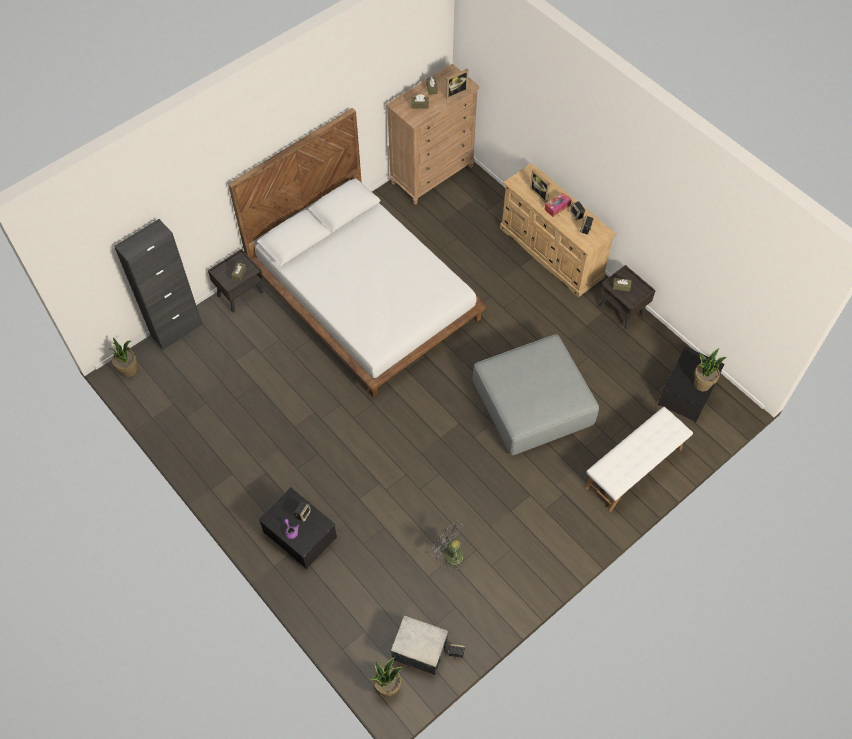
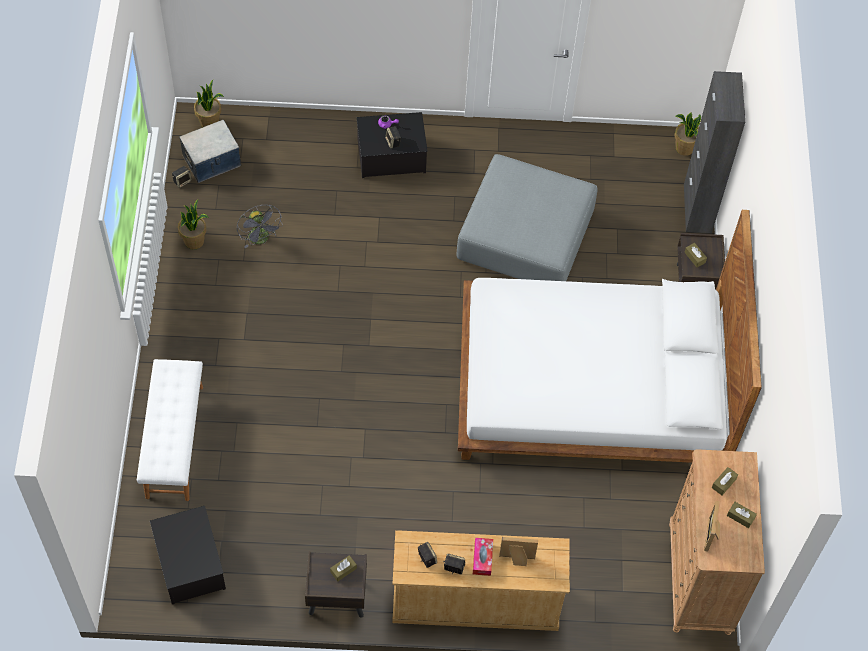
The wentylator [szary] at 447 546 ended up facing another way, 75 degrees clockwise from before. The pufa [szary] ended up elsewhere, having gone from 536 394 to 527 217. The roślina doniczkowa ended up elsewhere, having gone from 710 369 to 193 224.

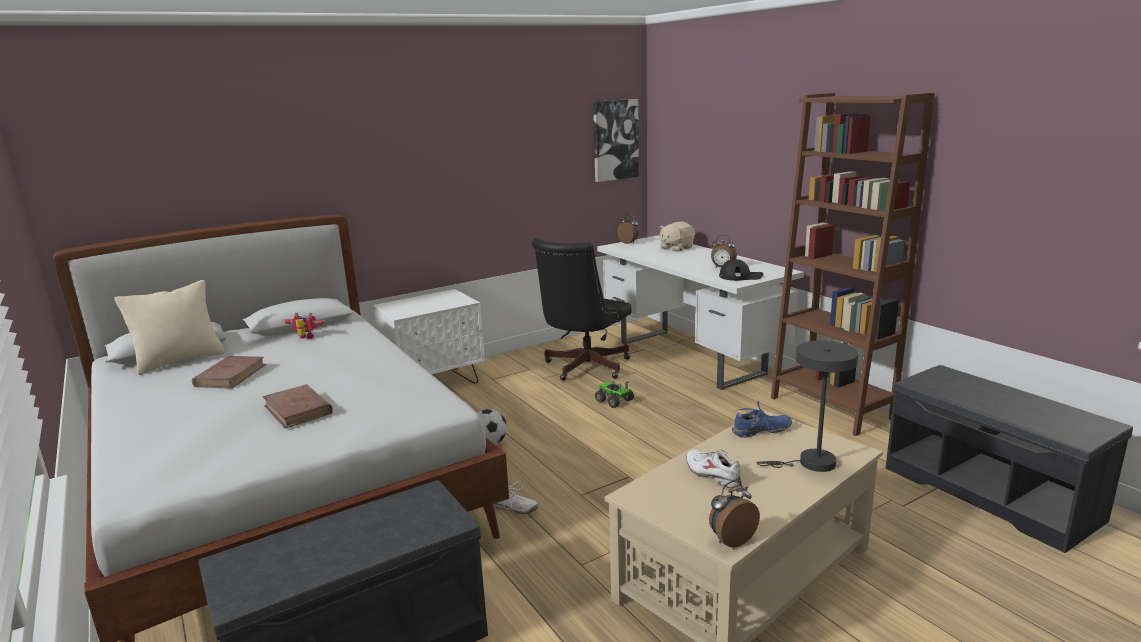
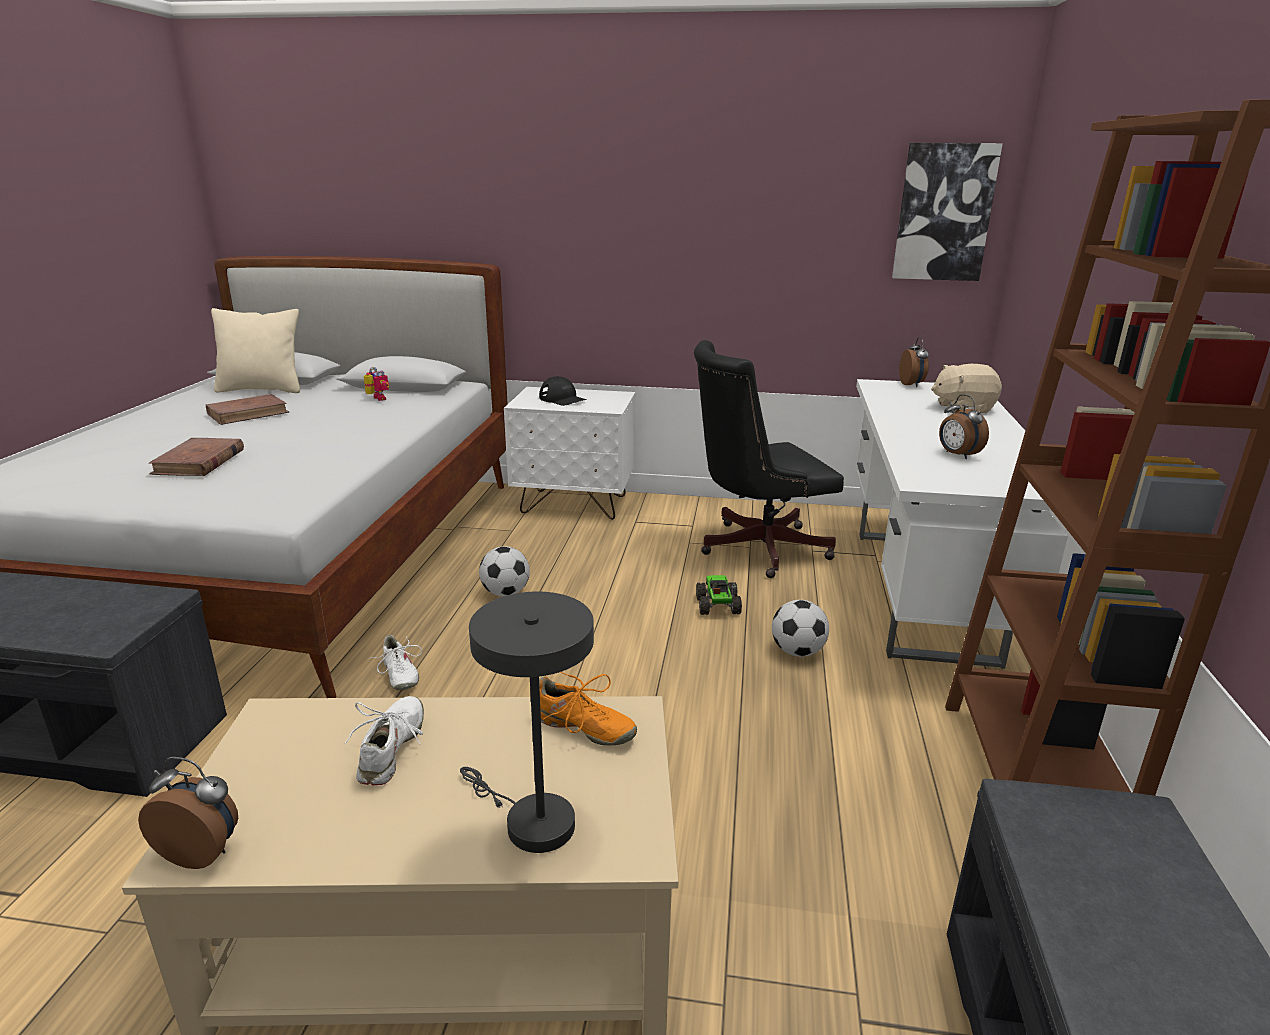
The czapka z daszkiem [czarny] ended up elsewhere, having gone from 741 270 to 563 391. What was the but [niebieski] at 762 419 turned into the but [pomarańczowy] at 588 709. The second view gained the piłka futbolowa at 800 628.

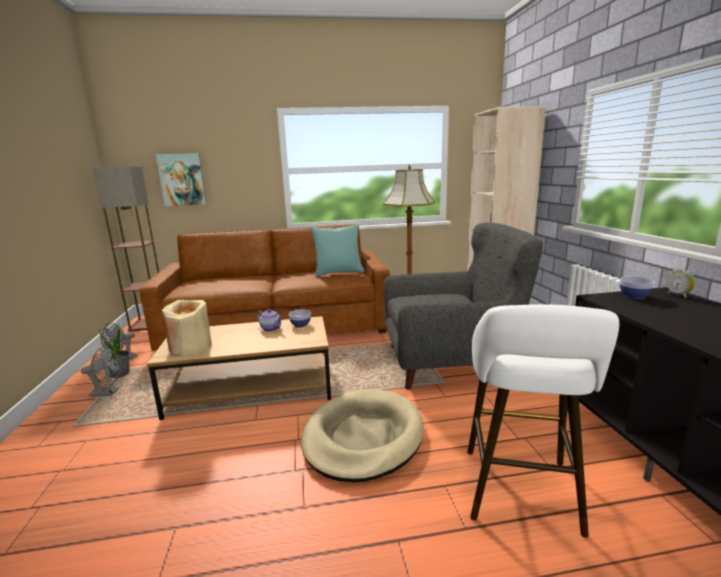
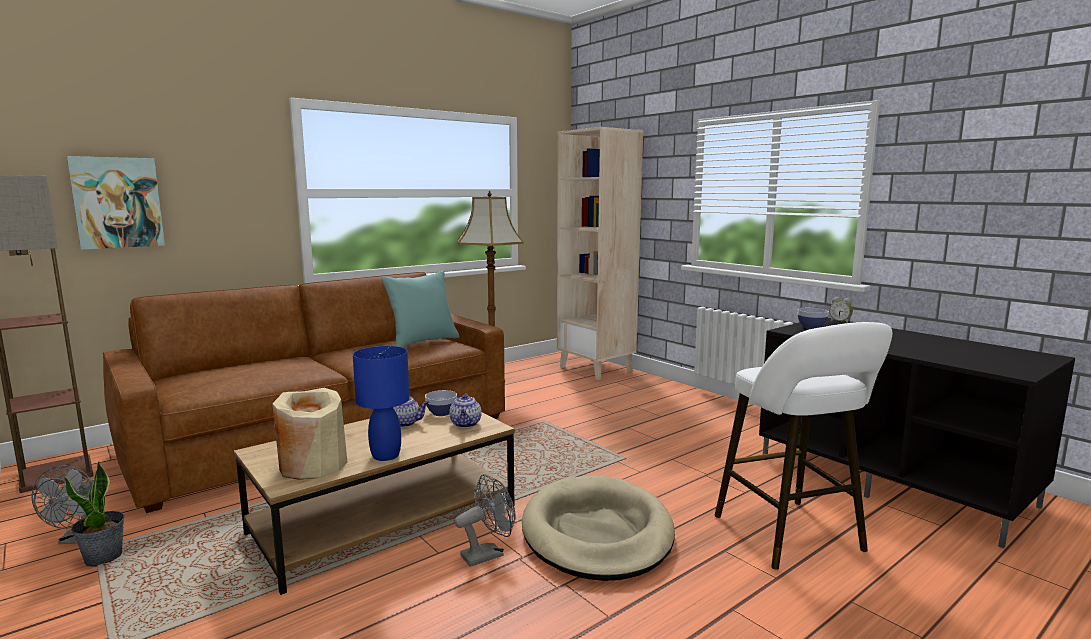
The wentylator [szary] ended up elsewhere, having gone from 101 372 to 485 520. The second view lost the fotel [szary] at 463 306. The second view gained the lampa stołowa [niebieski] at 381 403. The second view gained the imbryk at 465 411.

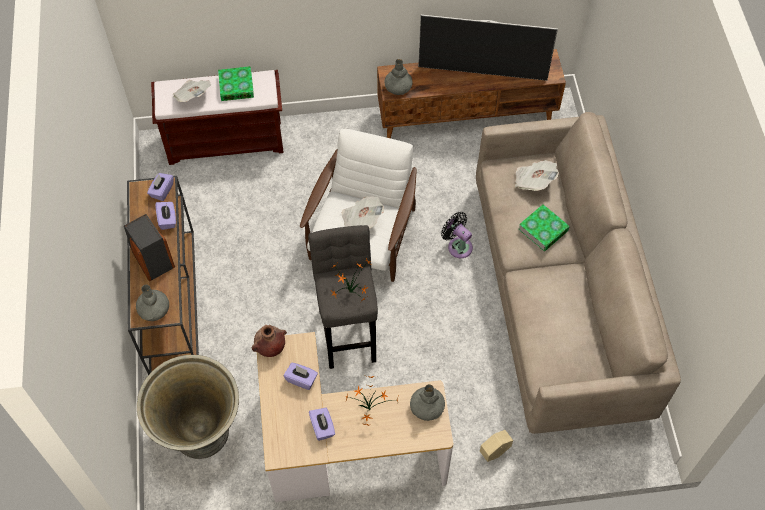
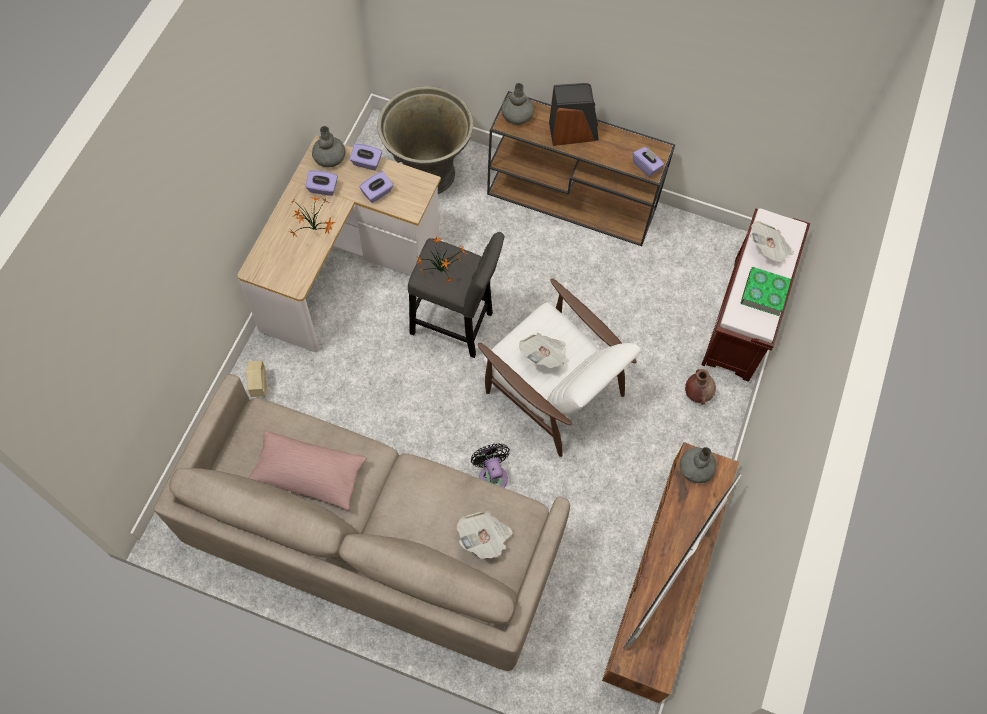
The pudełko chusteczek [fioletowy] ended up elsewhere, having gone from 166 216 to 366 157. The wazon [brązowy] ended up elsewhere, having gone from 269 341 to 700 387. The wazon [szary] ended up elsewhere, having gone from 427 402 to 329 146. The wentylator [czarny] at 457 235 ended up facing another way, 90 degrees counterclockwise from before. The second view lost the książka at 544 228. The second view gained the poduszka [różowy] at 307 470.

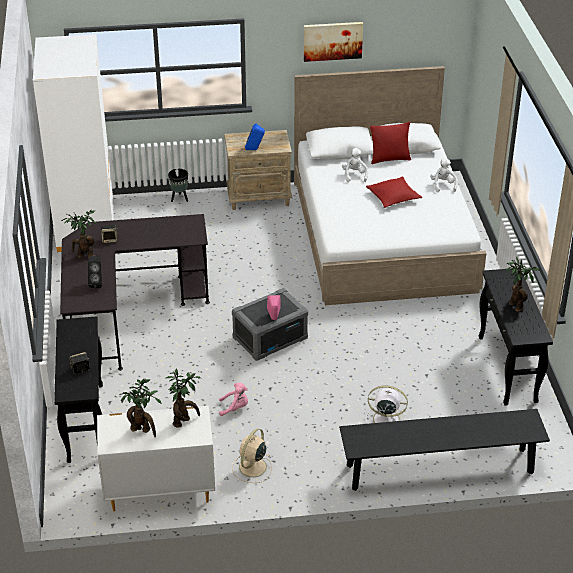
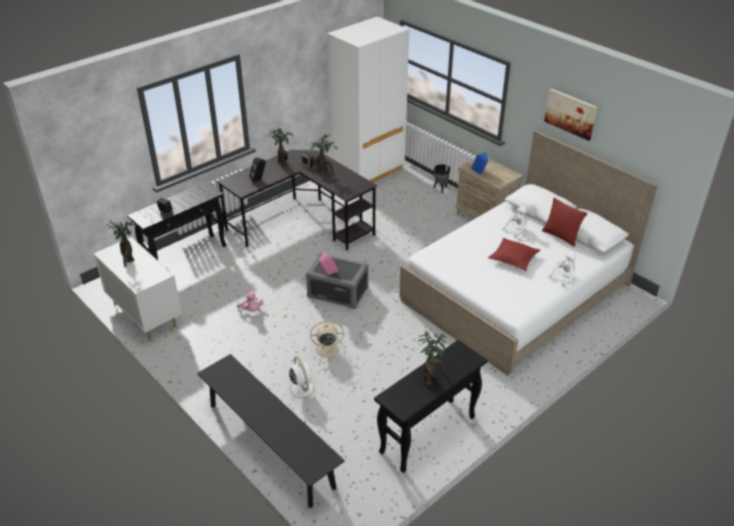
The roślina doniczkowa ended up elsewhere, having gone from 183 398 to 324 155. The wentylator [beżowy] ended up elsewhere, having gone from 252 455 to 328 341.

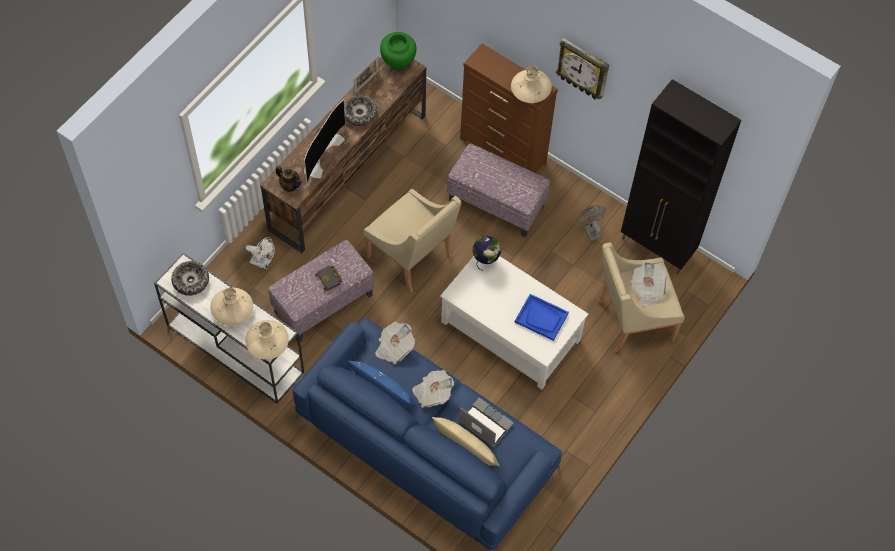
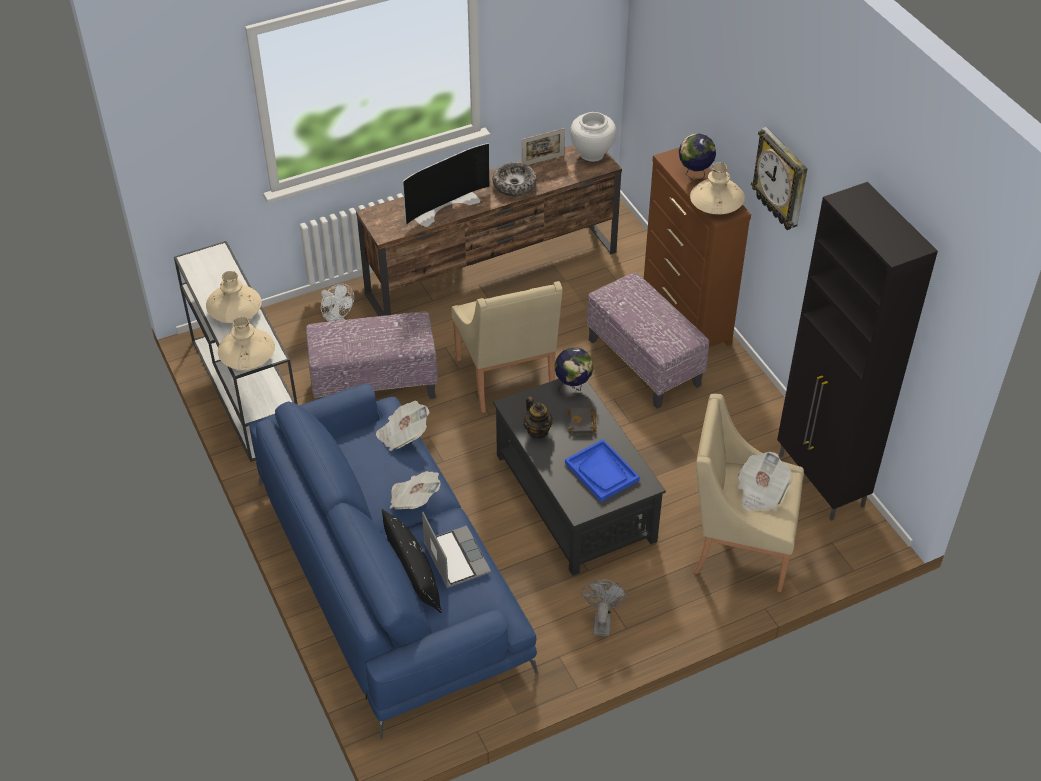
The second view lost the miska at 190 278. The imbryk ended up elsewhere, having gone from 289 179 to 538 417. The książka [czarny] ended up elsewhere, having gone from 329 278 to 581 421. The second view lost the poduszka [niebieski] at 383 384. What was the wazon [zielony] at 398 51 turned into the wazon [biały] at 593 137. What was the poduszka [beżowy] at 466 441 turned into the poduszka [czarny] at 412 561. What was the ława [biały] at 514 322 turned into the ława [czarny] at 579 477. The wentylator [szary] ended up elsewhere, having gone from 591 223 to 604 607. The second view gained the globus at 697 157.

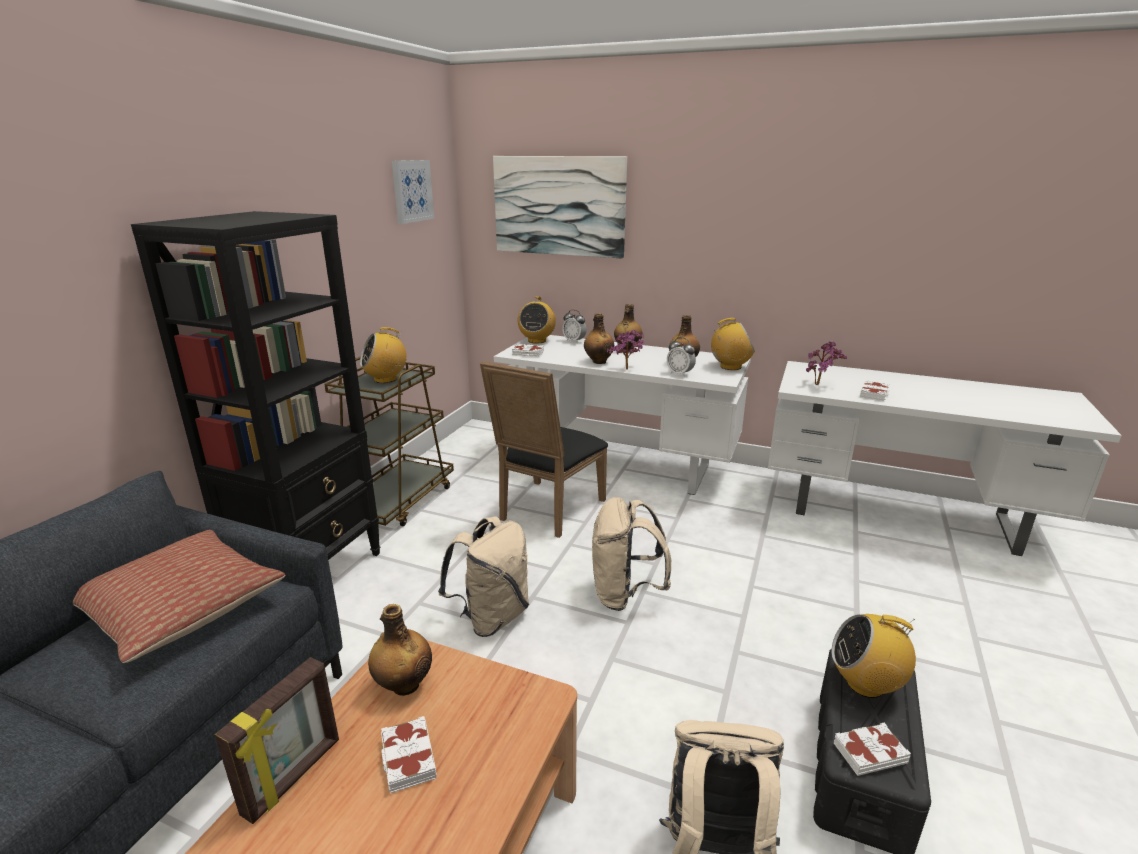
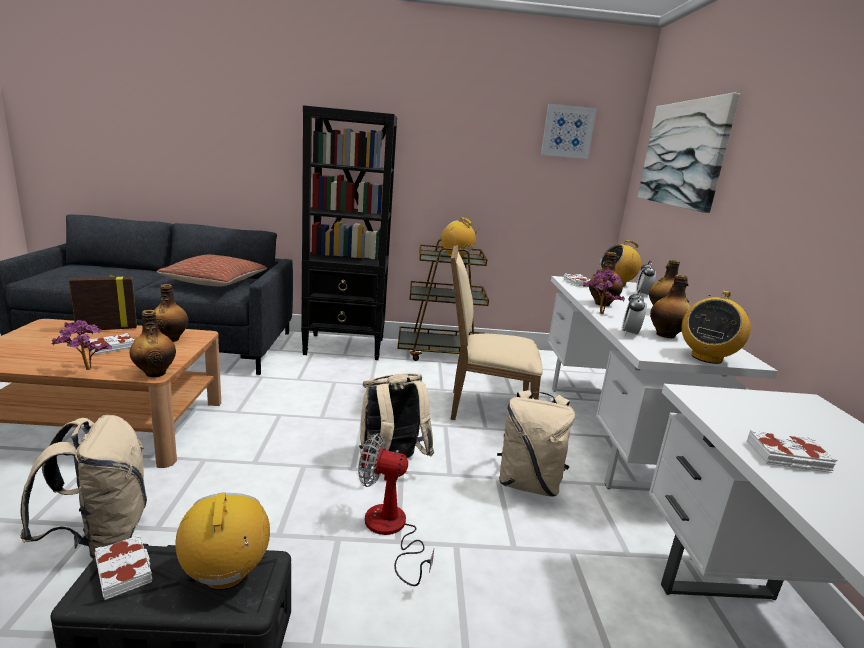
The ramka na zdjęcie at 277 740 ended up facing another way, 150 degrees clockwise from before. The plecak [beżowy] ended up elsewhere, having gone from 483 576 to 536 443. What was the krzesło [czarny] at 544 449 turned into the krzesło [beżowy] at 496 332. The radio at 733 344 ended up facing another way, 60 degrees clockwise from before. The roślina doniczkowa ended up elsewhere, having gone from 826 363 to 82 345. The second view gained the butelka at 153 343. The second view gained the wentylator at 396 509.

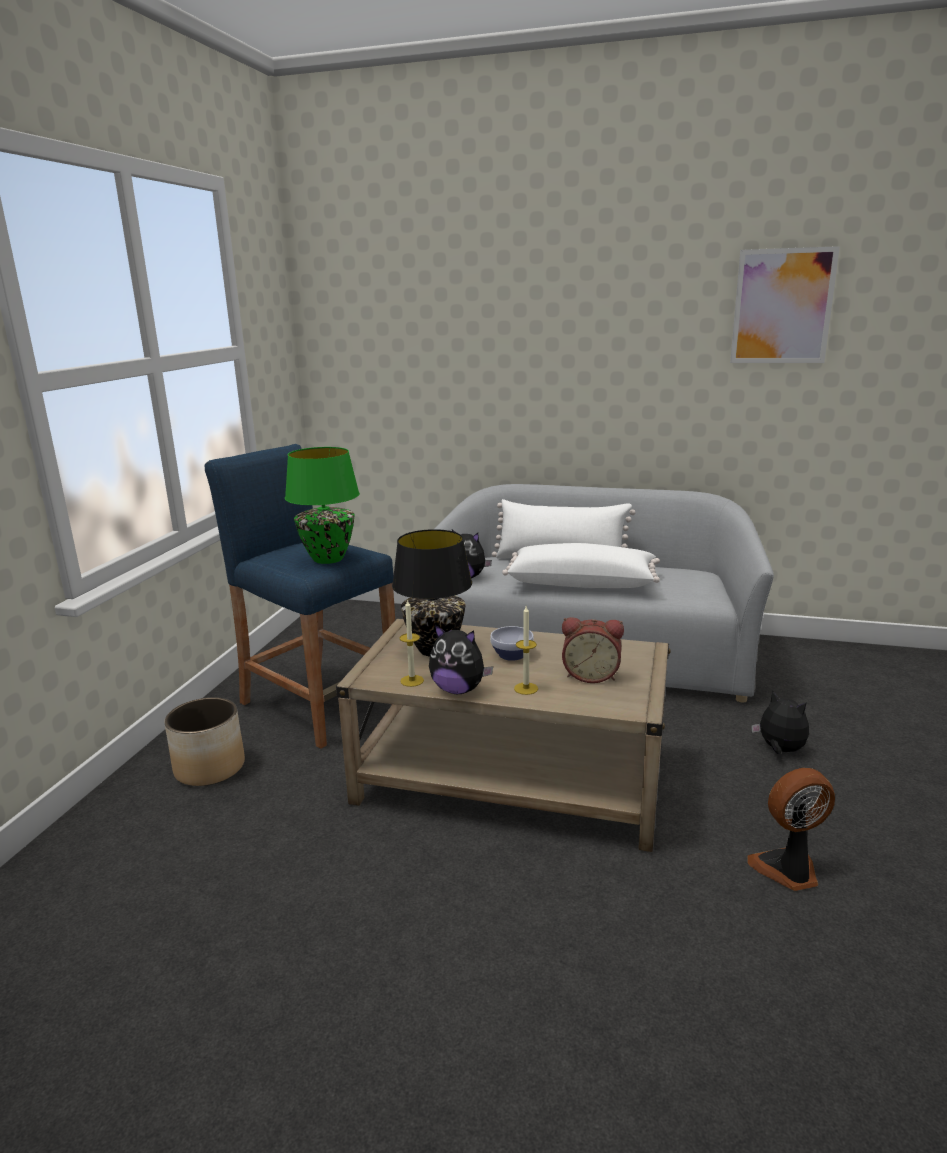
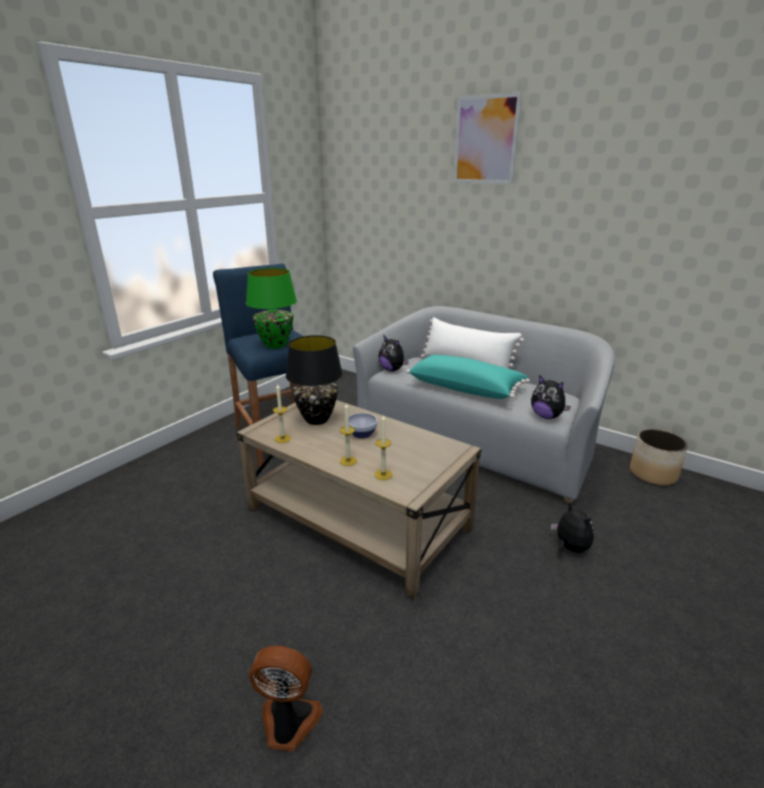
The donica ended up elsewhere, having gone from 204 741 to 659 457. The pluszak ended up elsewhere, having gone from 461 659 to 551 397. What was the poduszka [biały] at 581 565 turned into the poduszka [turkusowy] at 468 377. The second view lost the budzik at 593 650. The obraz ended up elsewhere, having gone from 785 304 to 487 138. The wentylator ended up elsewhere, having gone from 791 829 to 286 698. The second view gained the świeca at 383 447.

